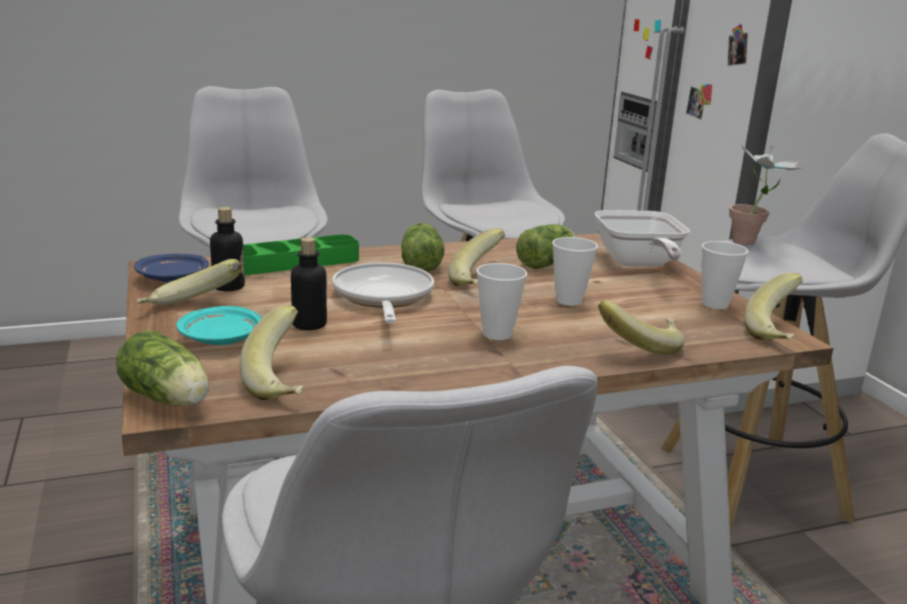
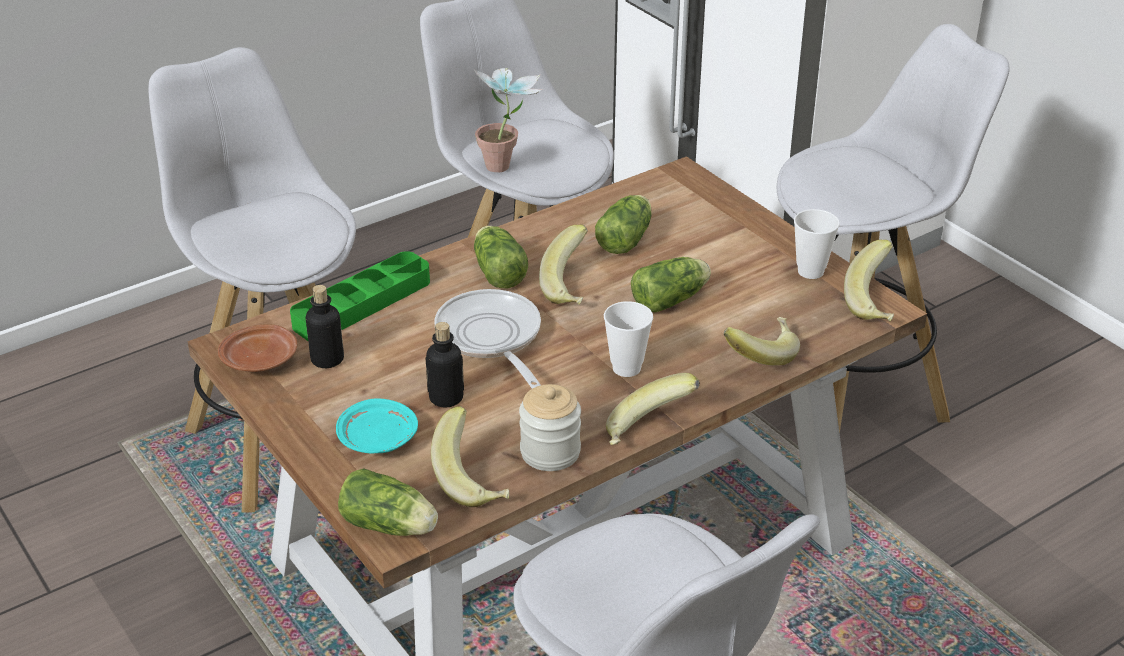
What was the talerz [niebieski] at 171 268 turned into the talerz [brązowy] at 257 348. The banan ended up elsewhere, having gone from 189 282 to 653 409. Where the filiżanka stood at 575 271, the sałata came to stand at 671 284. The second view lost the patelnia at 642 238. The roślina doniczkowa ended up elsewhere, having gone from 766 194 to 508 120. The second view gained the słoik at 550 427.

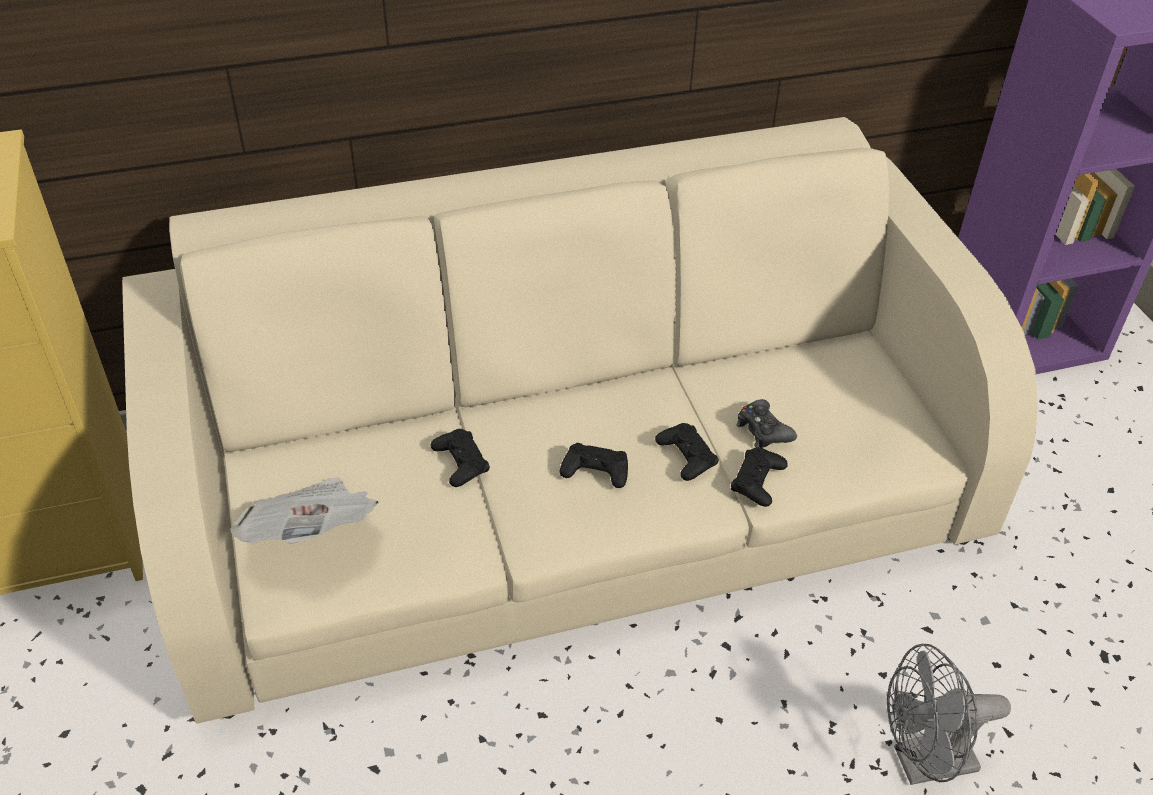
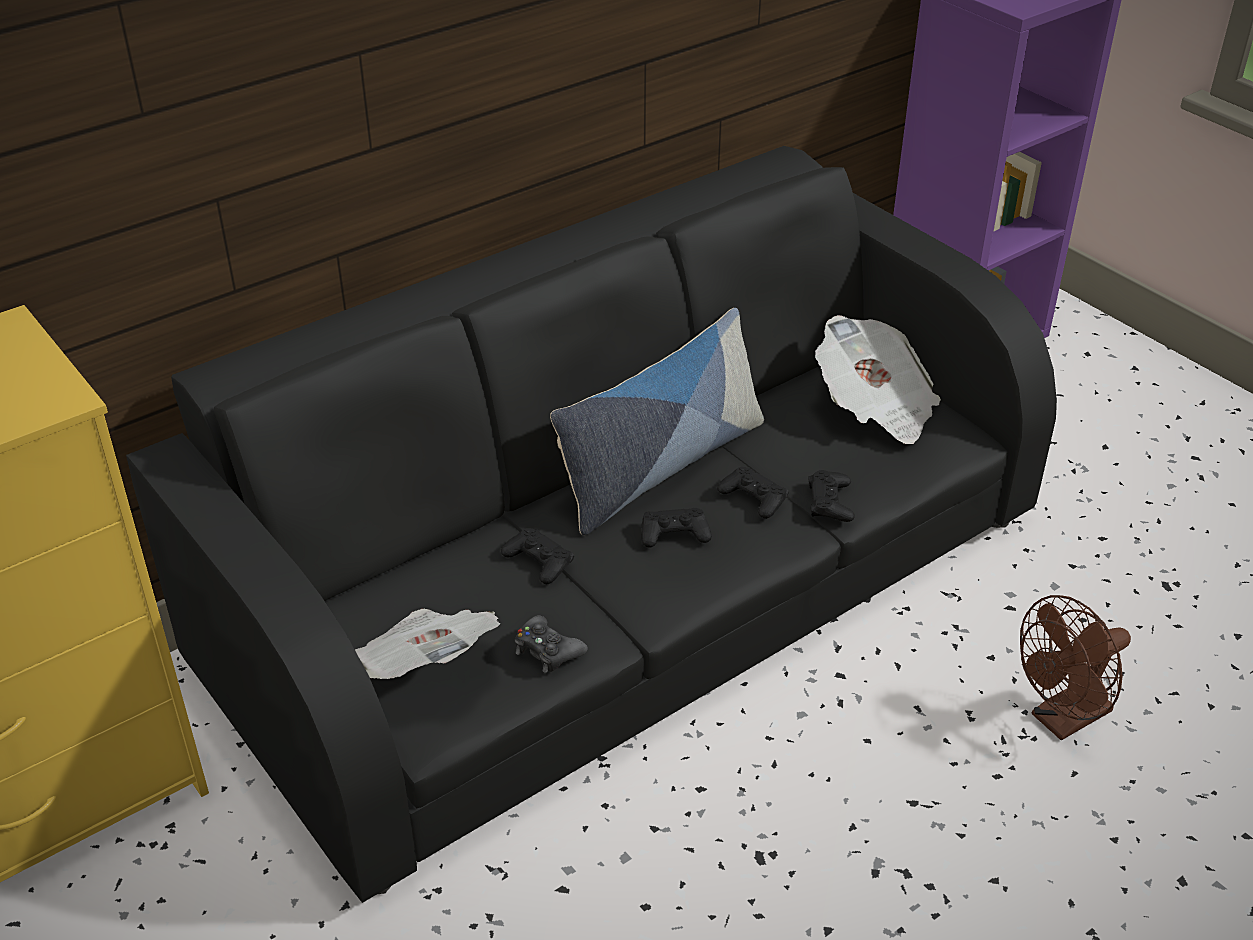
What was the kanapa [beżowy] at 580 420 turned into the kanapa [czarny] at 591 524. The pad do gier [czarny] ended up elsewhere, having gone from 766 423 to 551 644. What was the wentylator [szary] at 949 714 turned into the wentylator [brązowy] at 1075 668. The second view gained the poduszka at 657 421. The second view gained the gazeta at 878 379.

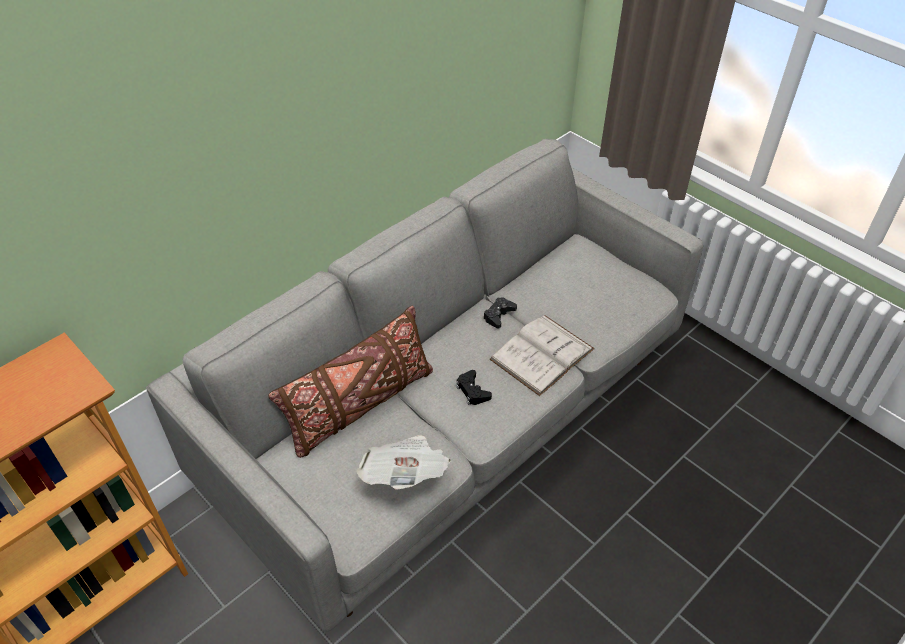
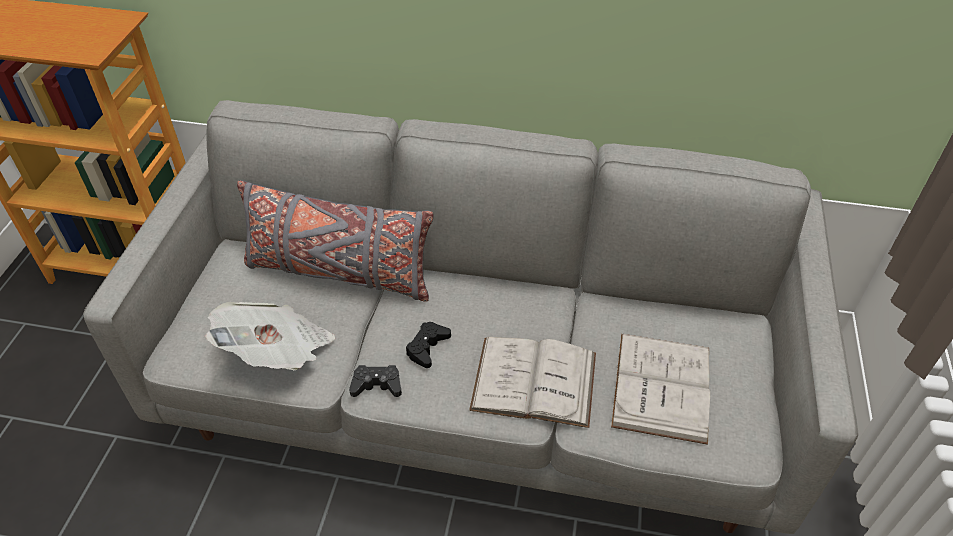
What was the poduszka [brązowy] at 350 381 turned into the poduszka [szary] at 335 241. The pad do gier [czarny] ended up elsewhere, having gone from 500 313 to 375 381. The second view gained the książka [biały] at 660 389.

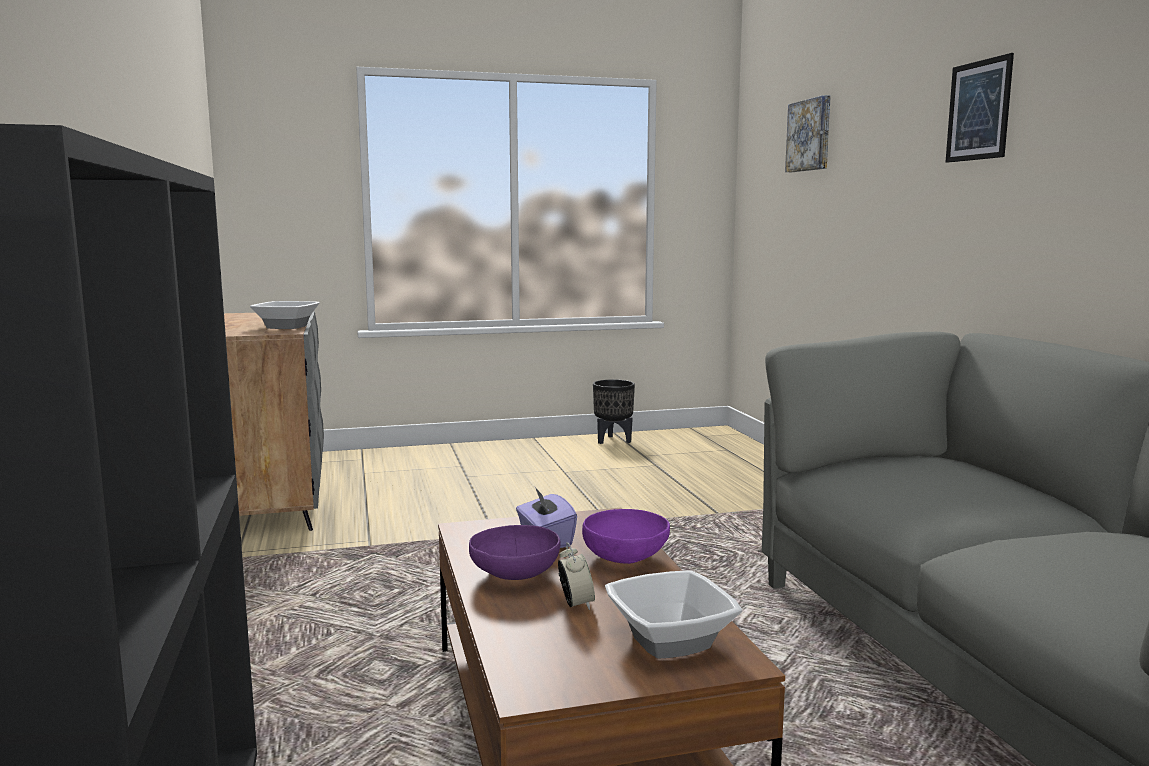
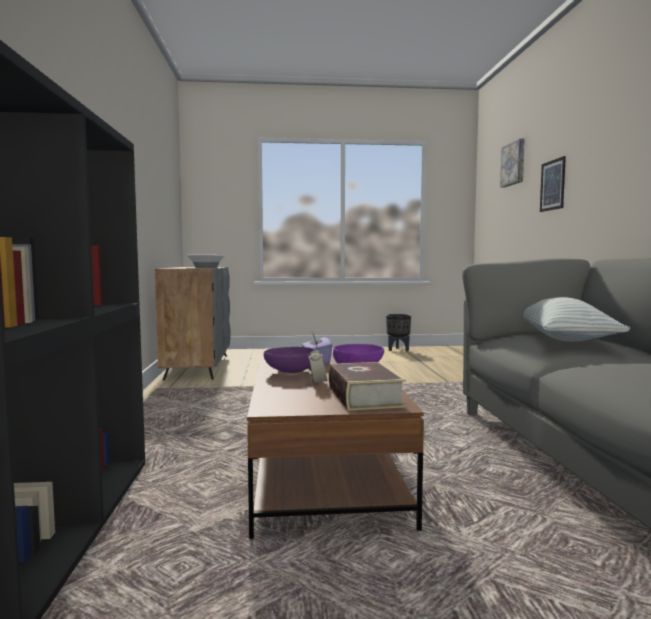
Where the miska stood at 673 614, the książka came to stand at 367 386. The obraz ended up elsewhere, having gone from 979 108 to 553 184. The second view gained the poduszka at 576 319.

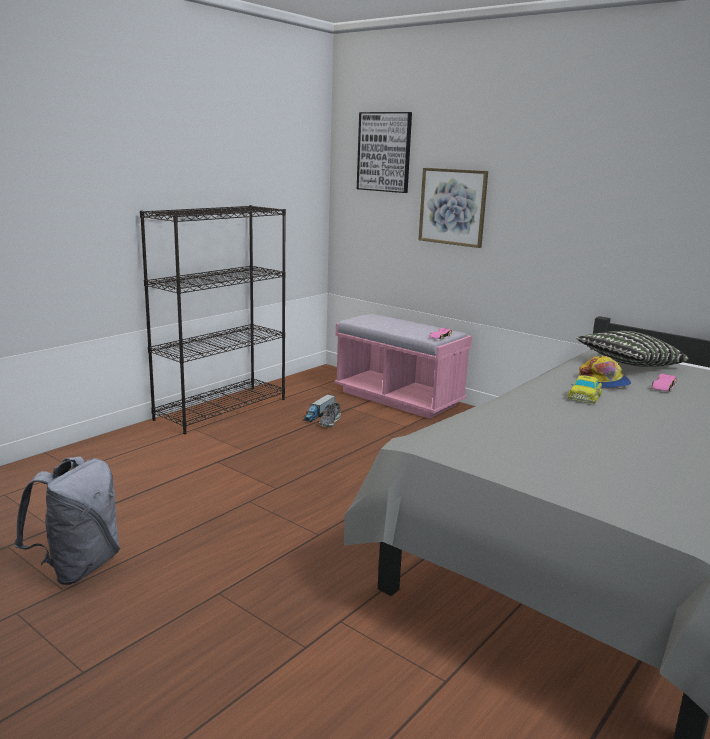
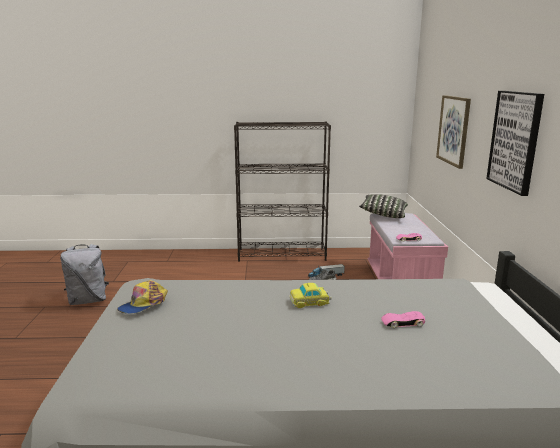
The obraz ended up elsewhere, having gone from 384 152 to 515 143. The poduszka ended up elsewhere, having gone from 632 349 to 383 206. The czapka z daszkiem ended up elsewhere, having gone from 605 372 to 142 297.

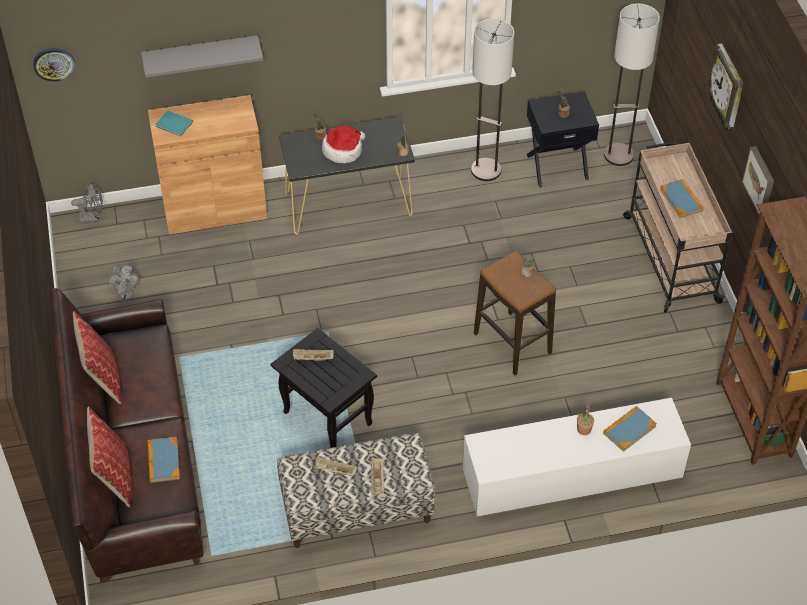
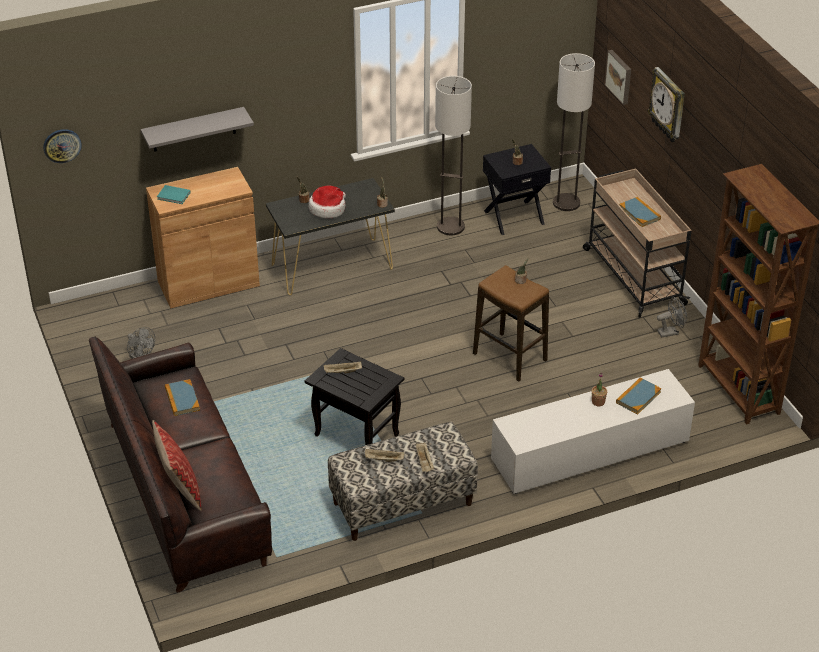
The wentylator [szary] ended up elsewhere, having gone from 87 202 to 672 317. The second view lost the poduszka at 97 357. The książka ended up elsewhere, having gone from 164 460 to 182 397. The obraz ended up elsewhere, having gone from 758 180 to 618 77.

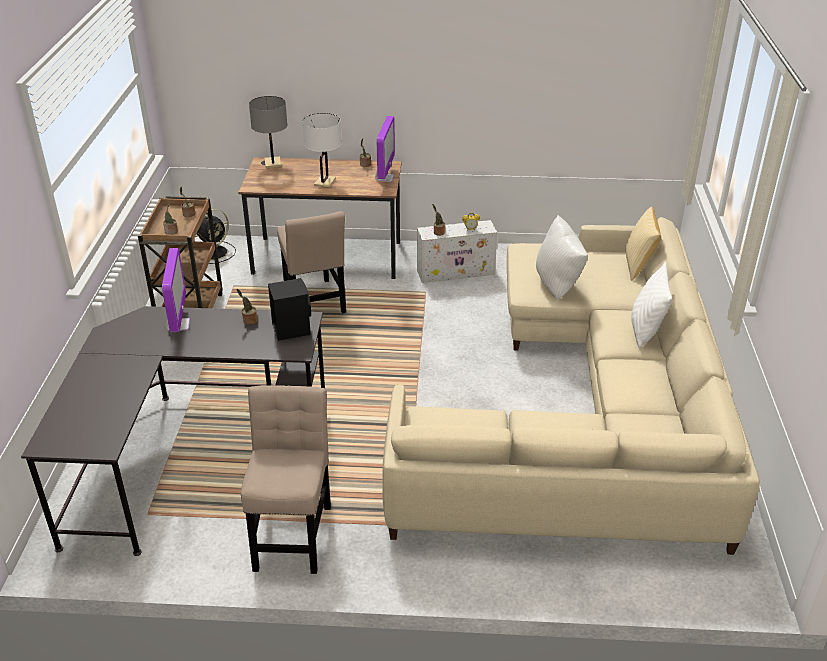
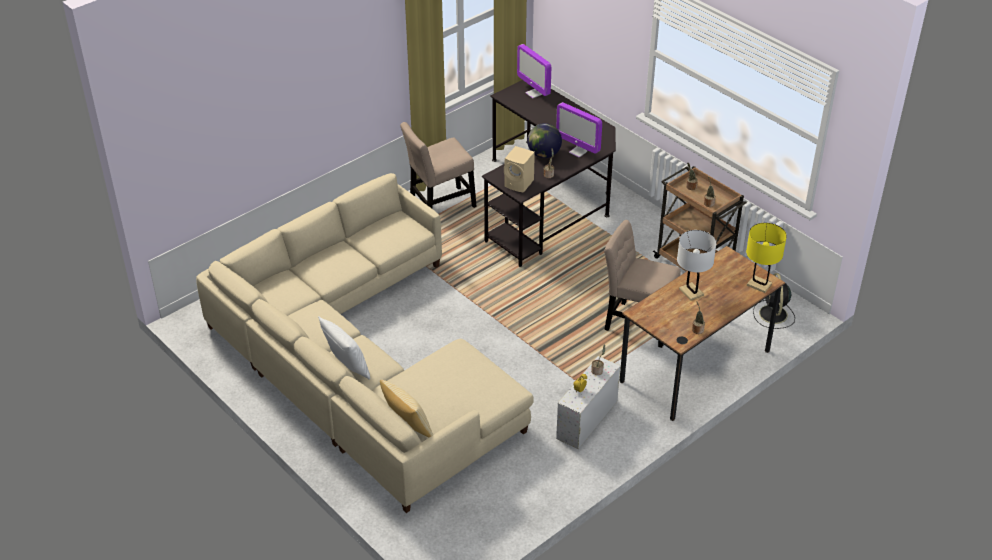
The krzesło [beżowy] at 286 479 ended up facing another way, 105 degrees clockwise from before. What was the lampa stołowa [szary] at 268 132 turned into the lampa stołowa [żółty] at 766 258. What was the głośnik [czarny] at 289 309 turned into the głośnik [beżowy] at 519 169. The monitor ended up elsewhere, having gone from 385 149 to 534 71. The second view lost the poduszka [biały] at 562 257. The second view gained the globus at 544 140.

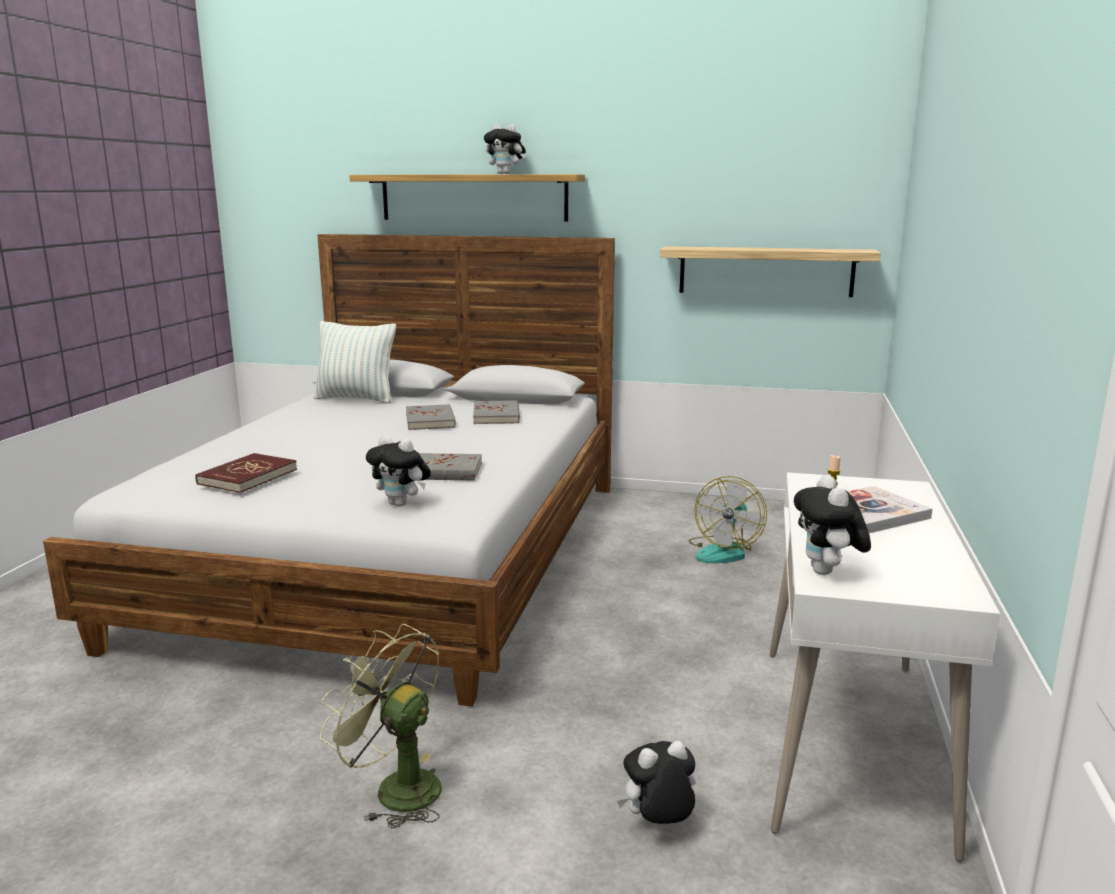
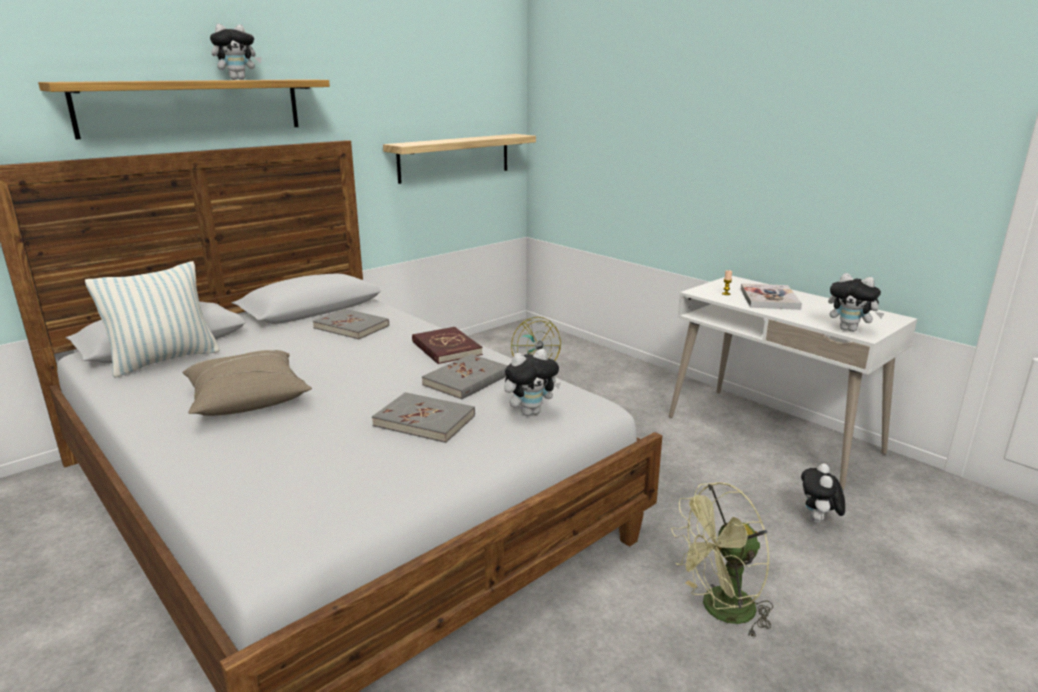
The książka [czerwony] ended up elsewhere, having gone from 246 473 to 447 345. The książka [szary] ended up elsewhere, having gone from 431 417 to 423 417. The second view gained the poduszka [beżowy] at 247 383.

